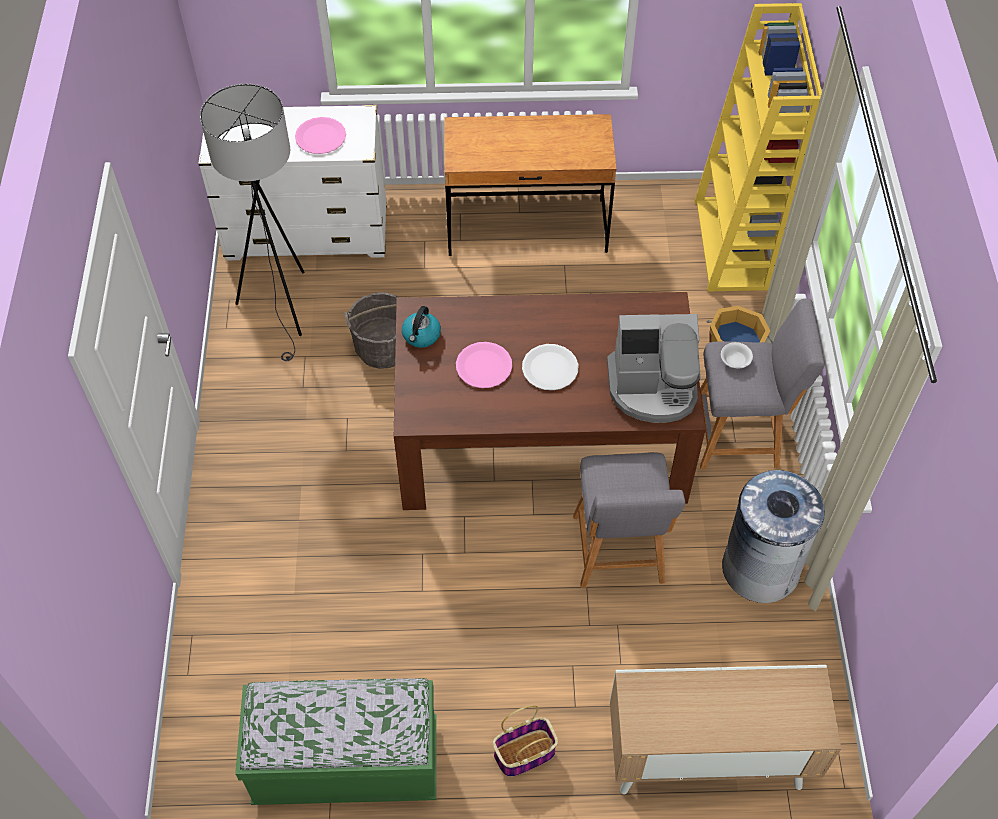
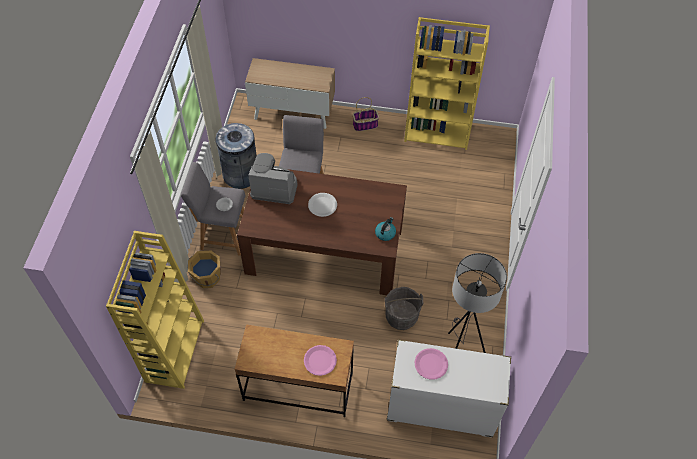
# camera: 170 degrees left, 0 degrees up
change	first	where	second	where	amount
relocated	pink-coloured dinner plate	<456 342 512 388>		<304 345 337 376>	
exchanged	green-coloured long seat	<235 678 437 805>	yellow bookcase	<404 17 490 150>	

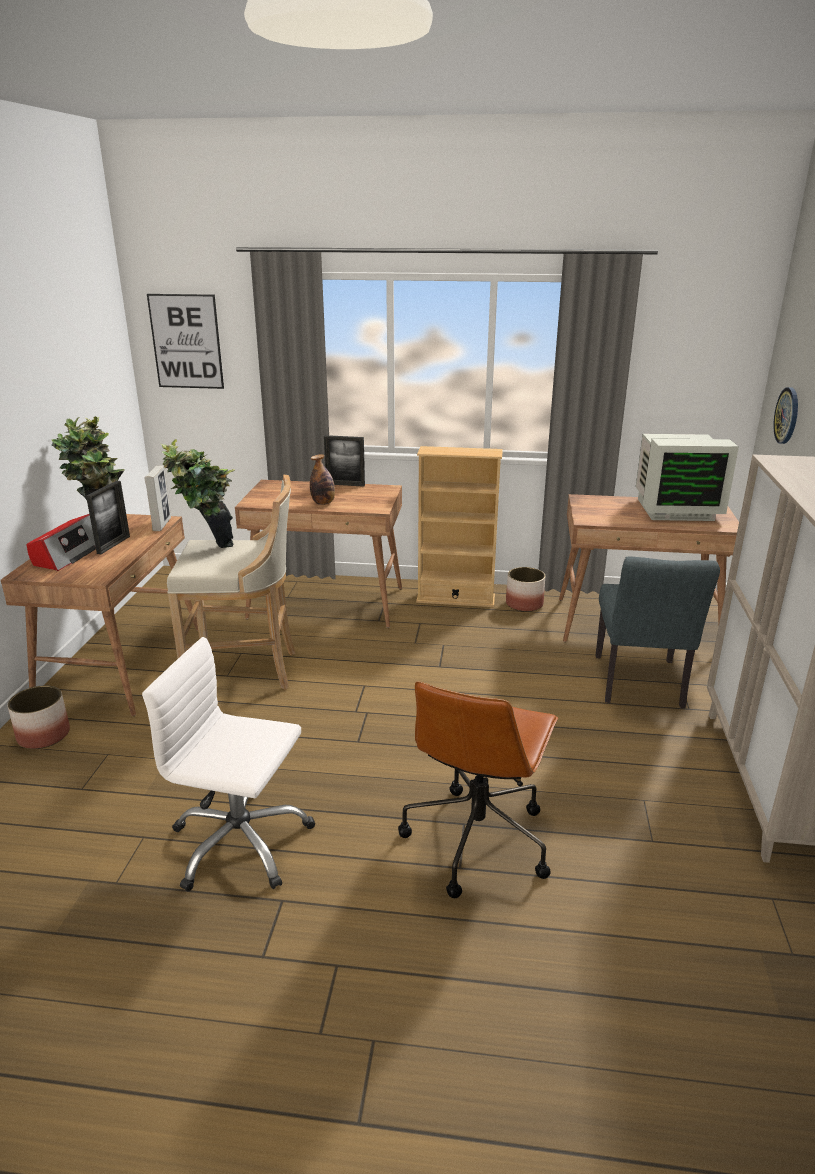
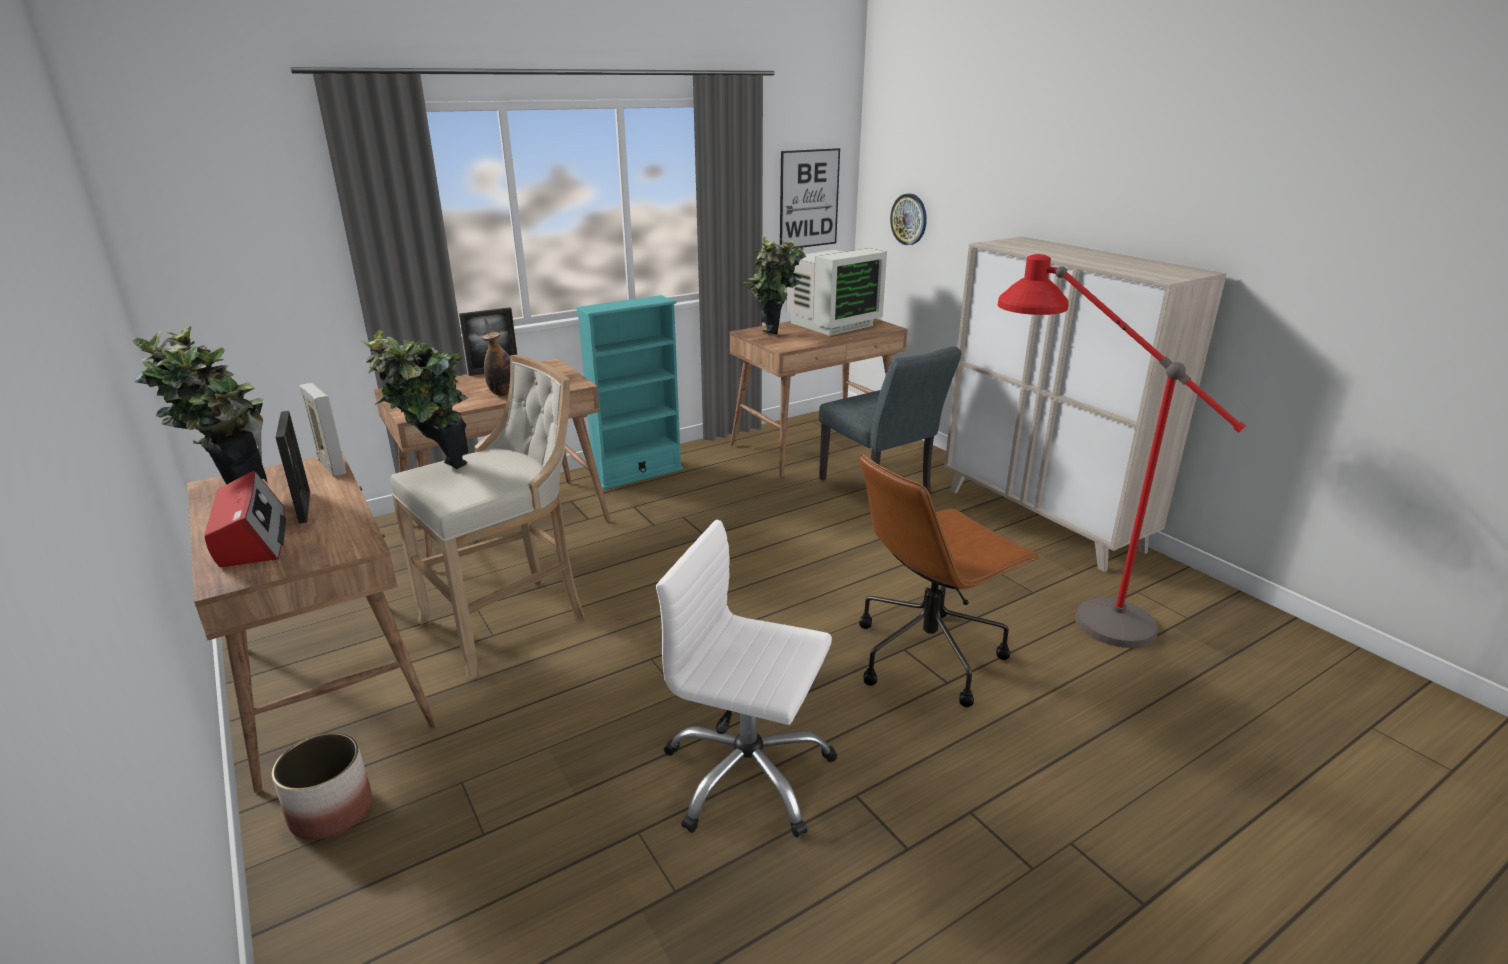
# camera: 40 degrees left, 0 degrees up
change	first	where	second	where	amount
missing	flower pot	<506 567 545 612>			
appeared			plant in a pot	<744 237 806 334>	
appeared			reddish floor lamp	<998 254 1246 648>	
relocated	picture	<147 294 224 389>		<780 148 840 249>	
colour	sand-coloured bookcase	<416 446 503 607>	blue-green bookcase	<576 295 683 490>	
spun	white-coloured computer chair	<142 637 315 891>		<656 519 837 837>	45 degrees clockwise
spun	brownish computer chair	<398 681 558 898>		<859 454 1041 707>	75 degrees clockwise

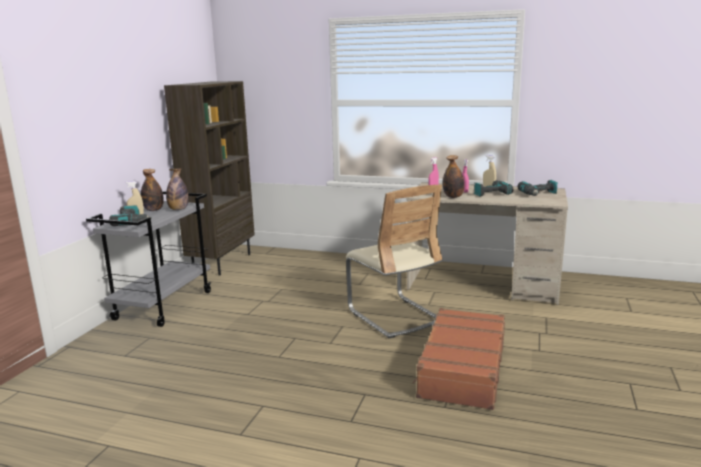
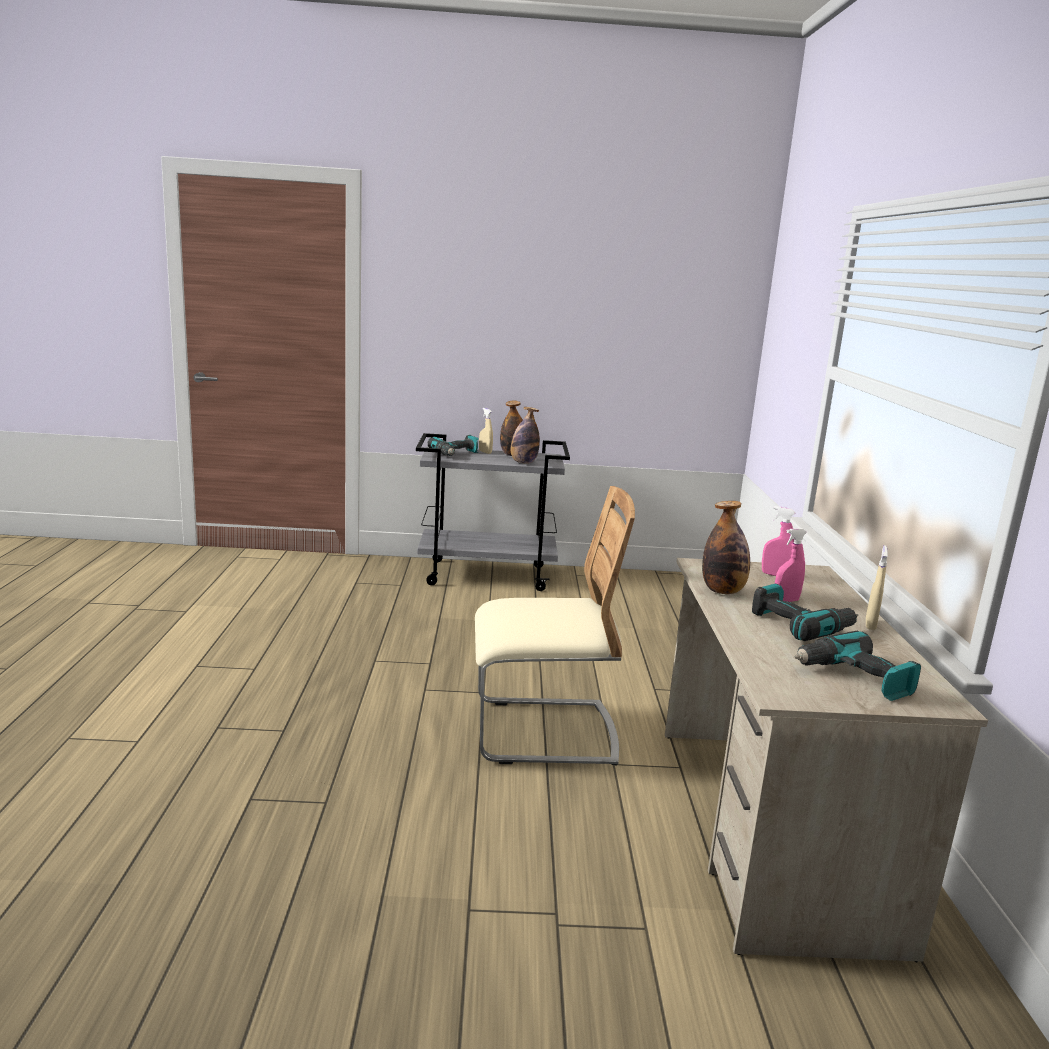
# camera: 70 degrees right, 0 degrees up
change	first	where	second	where	amount
missing	brownish bookcase	<164 81 255 276>			
missing	brownish piece of luggage	<412 308 505 410>			
spun	sand-coloured plain chair	<346 185 442 339>		<475 486 635 766>	135 degrees counterclockwise

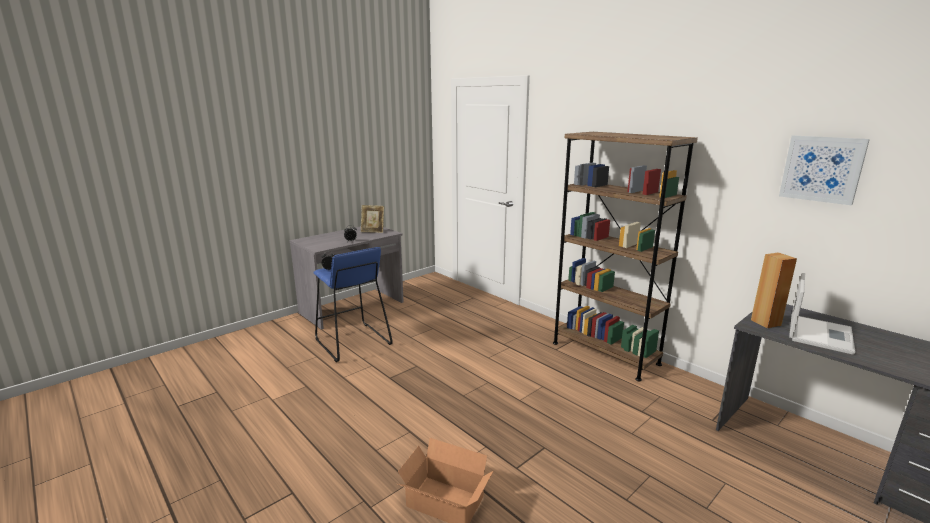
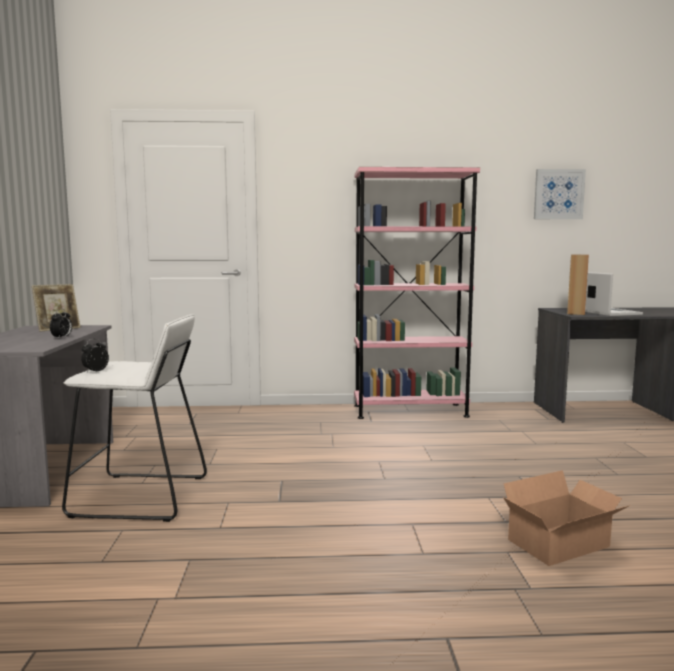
# camera: 50 degrees left, 10 degrees down
change	first	where	second	where	amount
colour	bluish sitting stool	<313 247 393 362>	white-coloured sitting stool	<62 314 207 522>	
colour	brownish bookcase	<553 132 698 382>	pink-coloured bookcase	<354 167 480 419>	

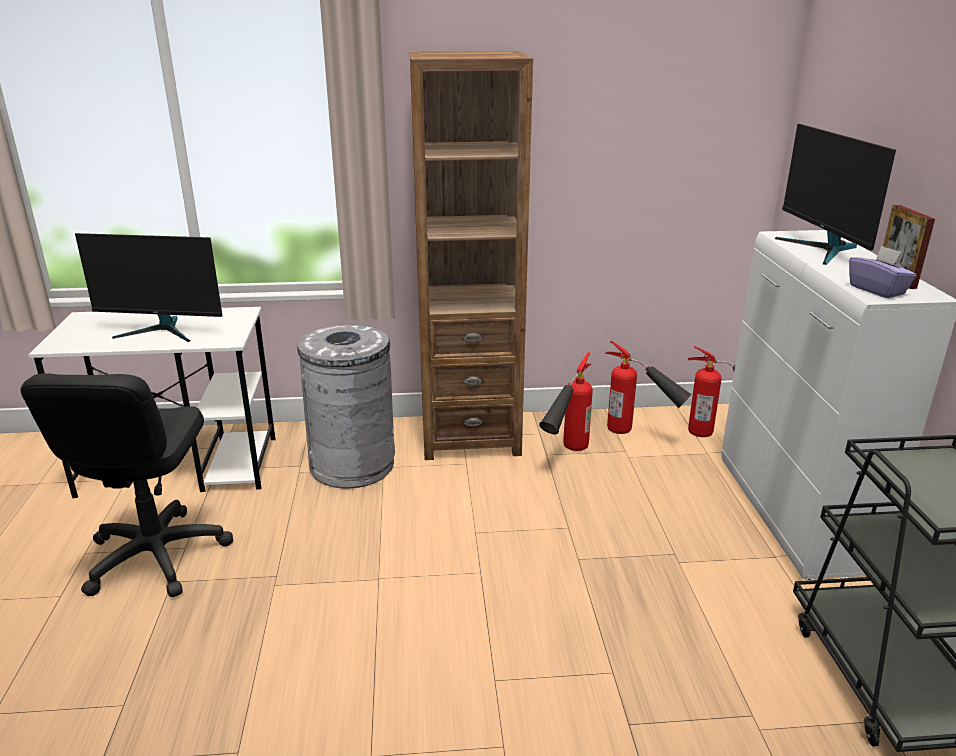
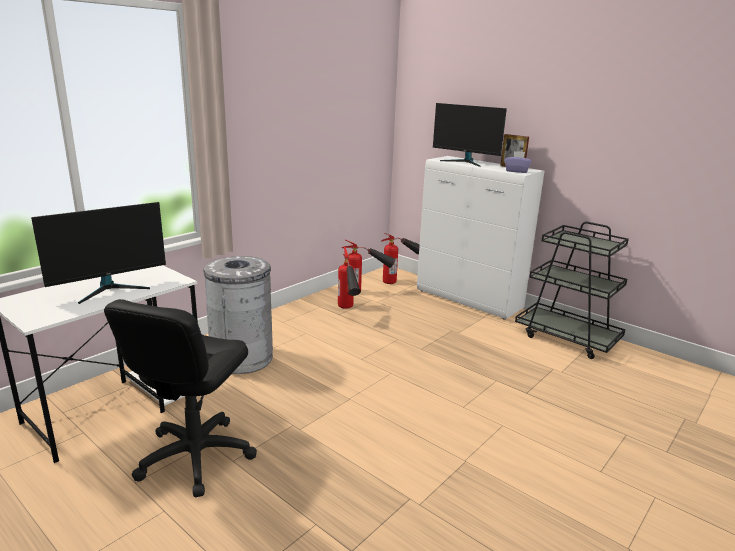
# camera: 45 degrees left, 5 degrees down
change	first	where	second	where	amount
missing	brownish bookcase	<410 51 533 460>			
spun	black-coloured computer chair	<20 373 233 597>		<104 299 257 497>	60 degrees clockwise

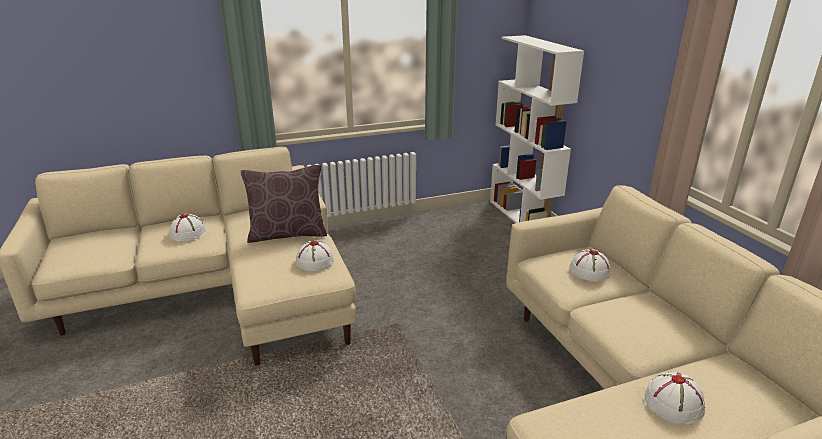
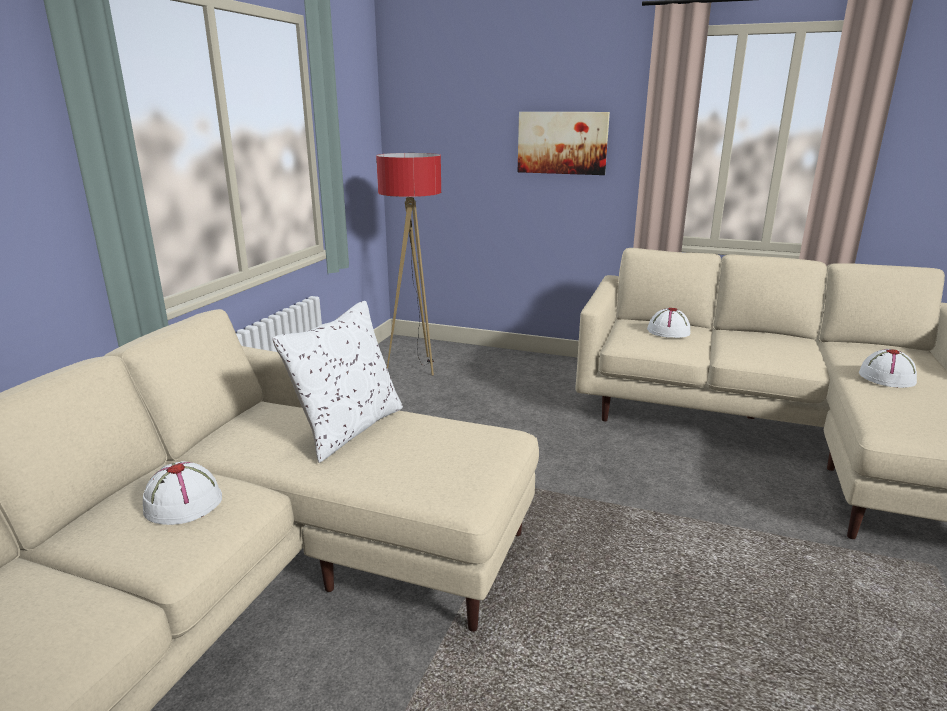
# camera: 50 degrees left, 5 degrees down
change	first	where	second	where	amount
missing	white-coloured wearable hat	<296 240 334 271>			
missing	white-coloured bookcase	<490 35 584 223>			
appeared			floor lamp	<376 153 441 376>	
appeared			picture	<518 112 610 175>	
colour	brownish pillow	<241 165 327 243>	white-coloured pillow	<272 301 403 463>	

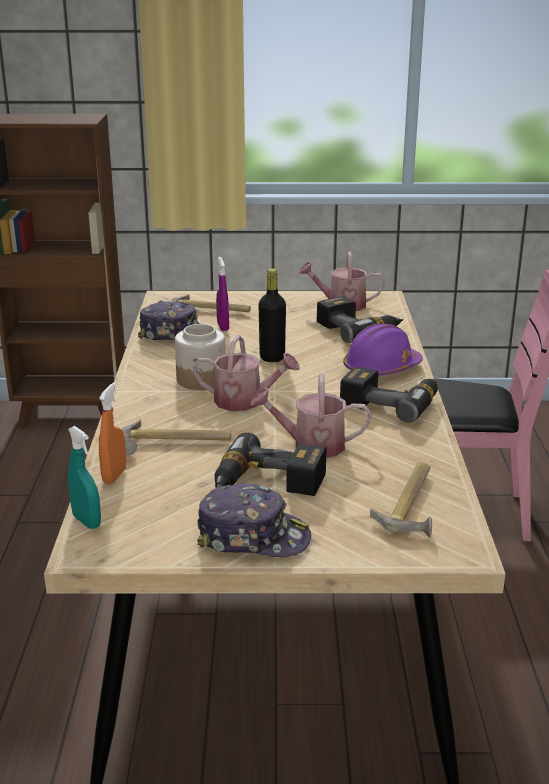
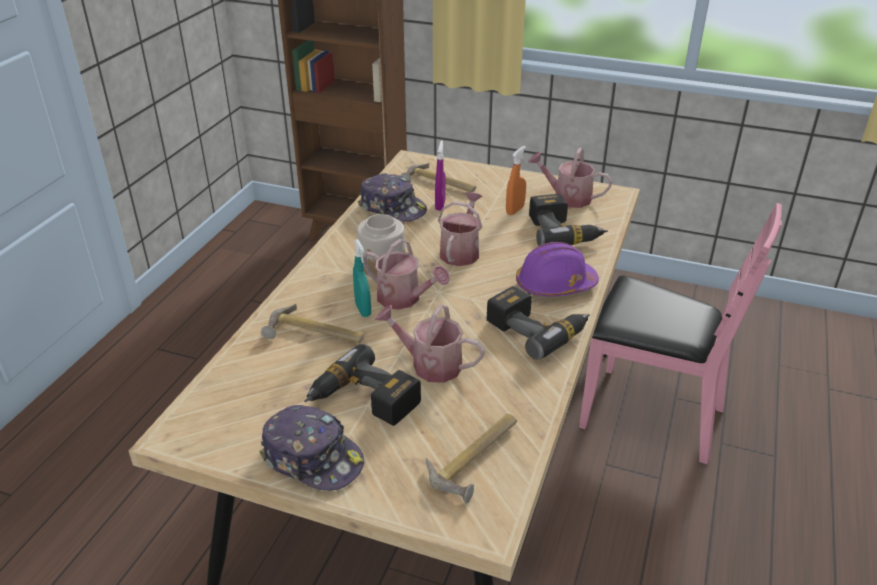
# camera: 20 degrees right, 10 degrees up
change	first	where	second	where	amount
relocated	blue-green sprayer	<68 426 101 529>		<353 239 371 317>	
relocated	orange-coloured sprayer	<99 382 126 484>		<506 146 526 215>	
exchanged	black-coloured drink bottle	<259 268 286 362>	sprinkling can	<438 192 483 266>	

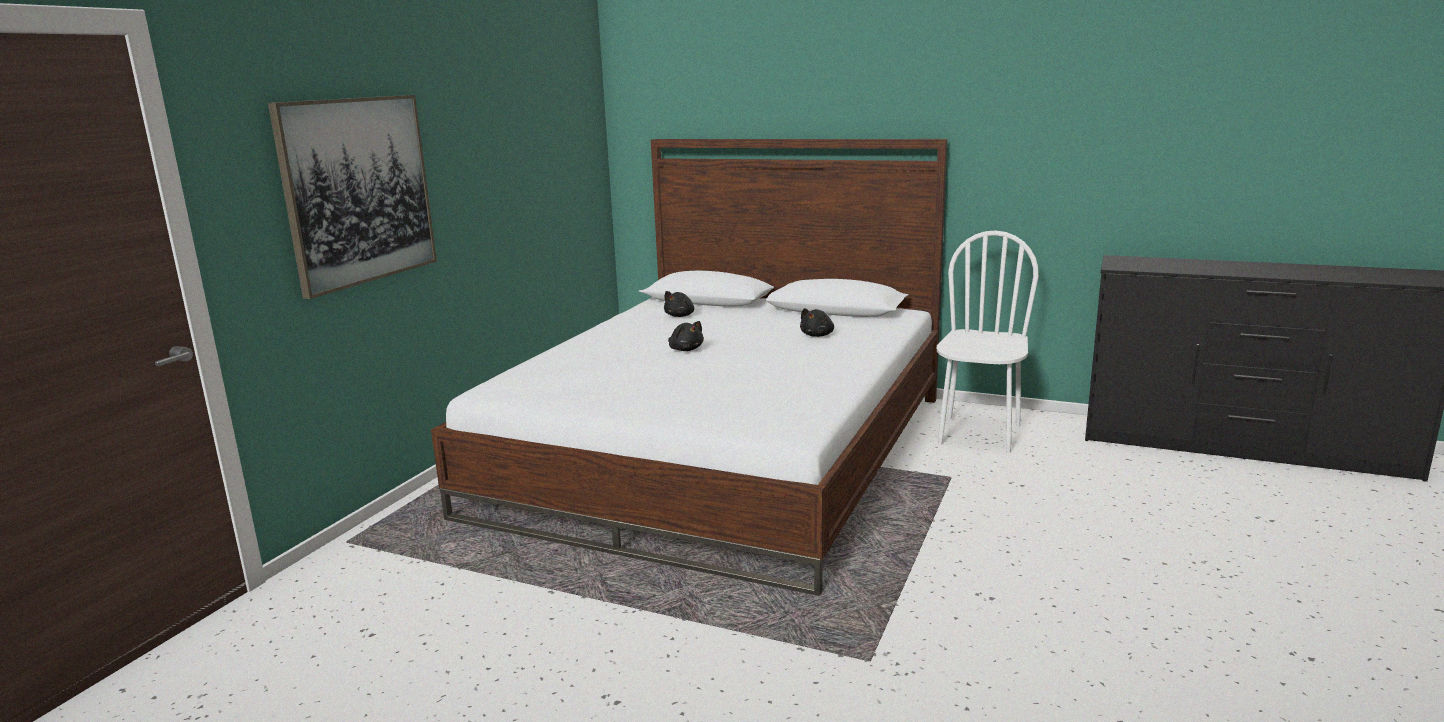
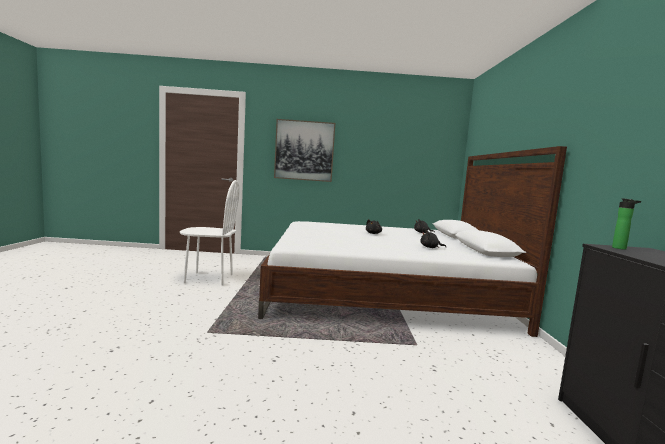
# camera: 65 degrees right, 10 degrees down
change	first	where	second	where	amount
appeared			drink bottle	<612 198 641 250>	
relocated	white-coloured plain chair	<936 231 1039 453>		<180 180 240 286>	

